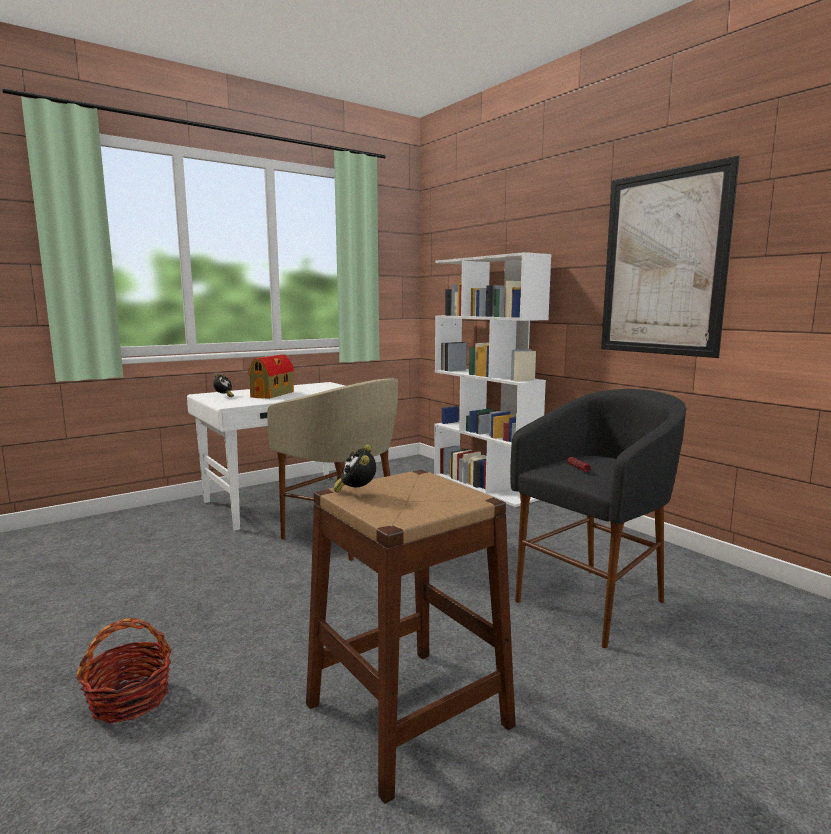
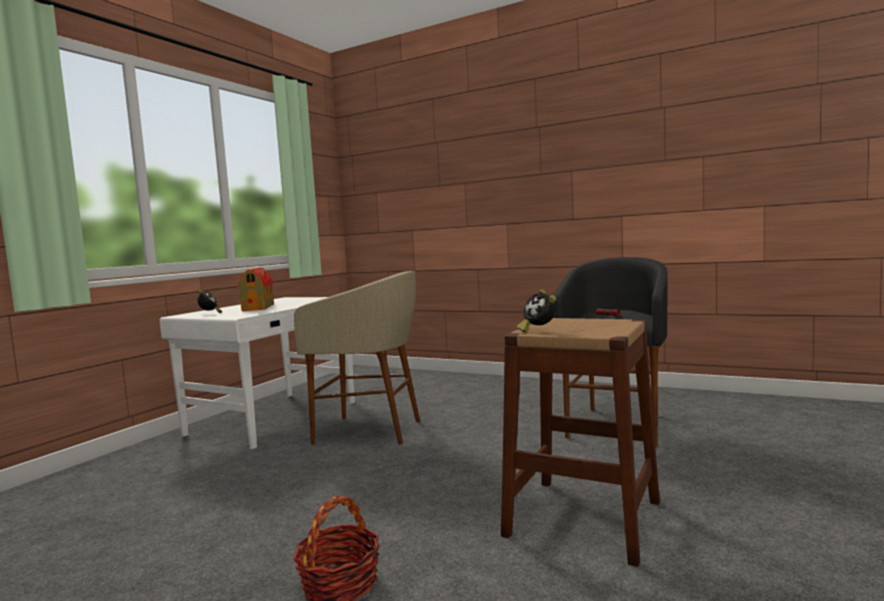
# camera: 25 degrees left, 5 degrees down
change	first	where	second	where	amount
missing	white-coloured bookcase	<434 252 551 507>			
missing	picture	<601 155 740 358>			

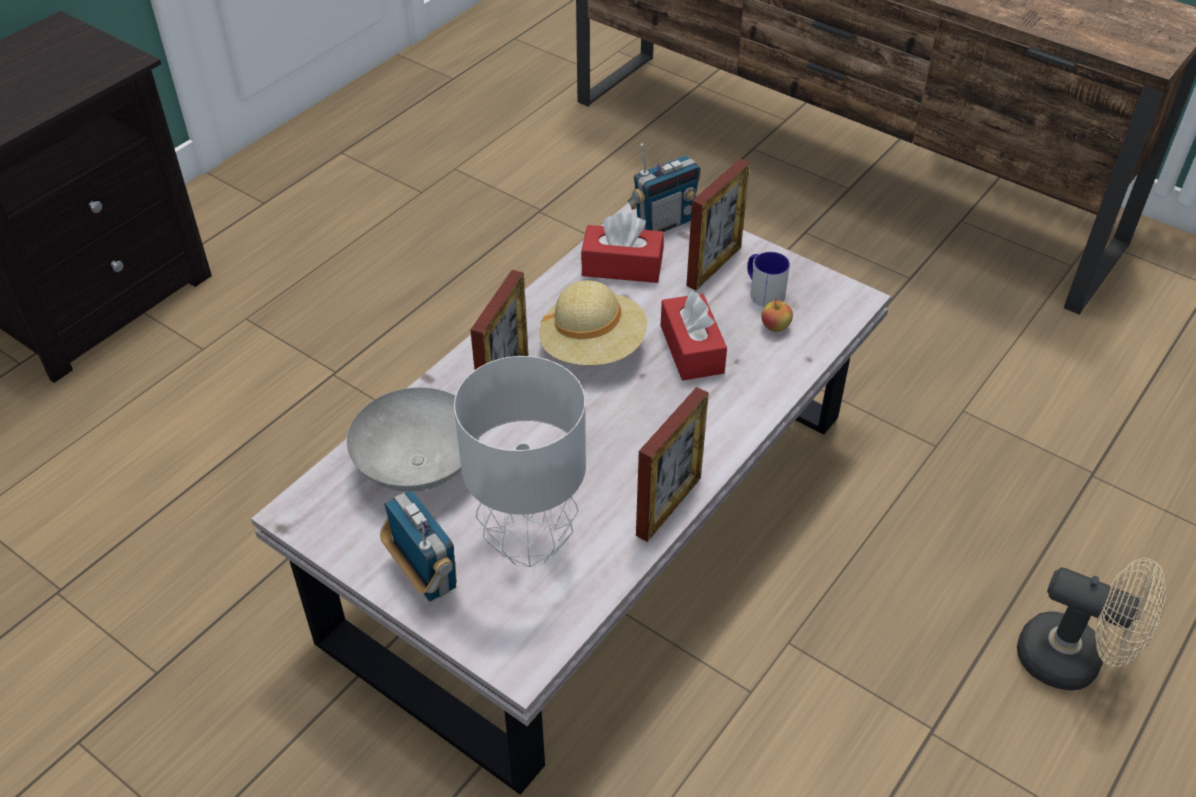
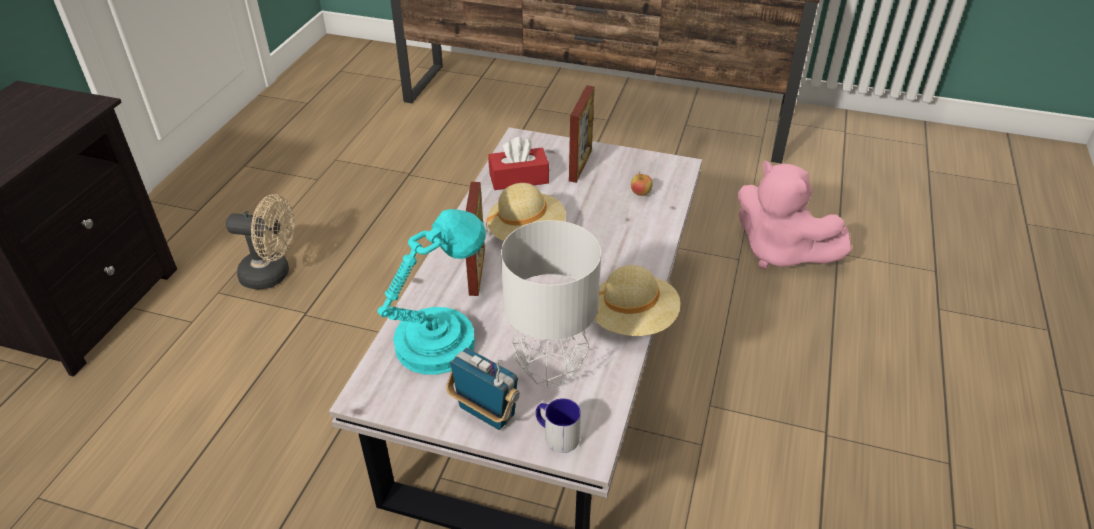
# camera: 20 degrees left, 5 degrees down
change	first	where	second	where	amount
missing	radio set	<628 143 701 232>			
missing	reddish box of tissues	<660 291 727 380>			
appeared			pink-coloured plush toy	<738 160 852 269>	
relocated	mug	<747 252 790 307>		<536 398 581 453>	
relocated	sand-coloured electric fan	<1017 558 1166 691>		<226 194 294 289>	
exchanged	grey serving bowl	<347 387 479 492>	blue-green table lamp	<377 209 486 375>	
exchanged	standing frame	<636 387 709 542>	sand-coloured wearable hat	<594 265 680 336>	

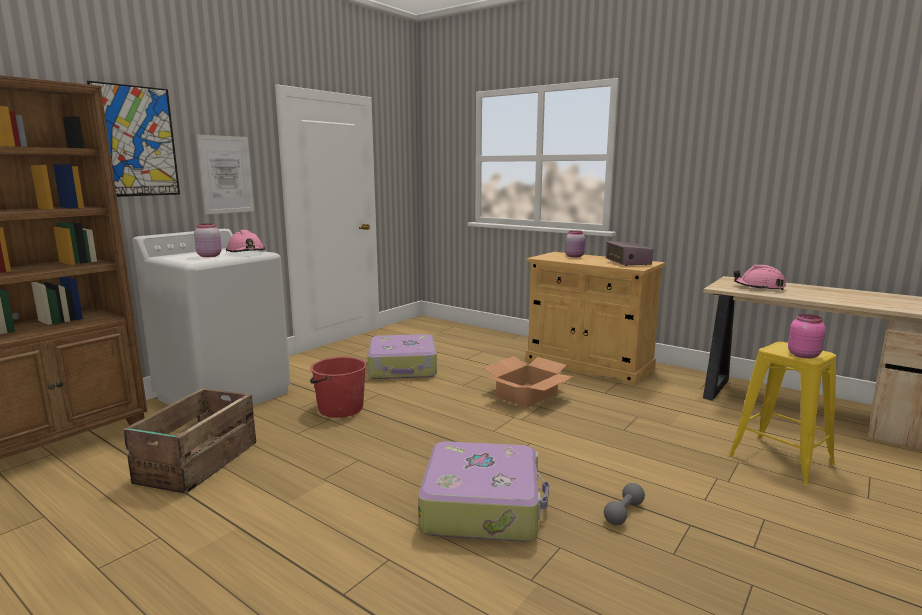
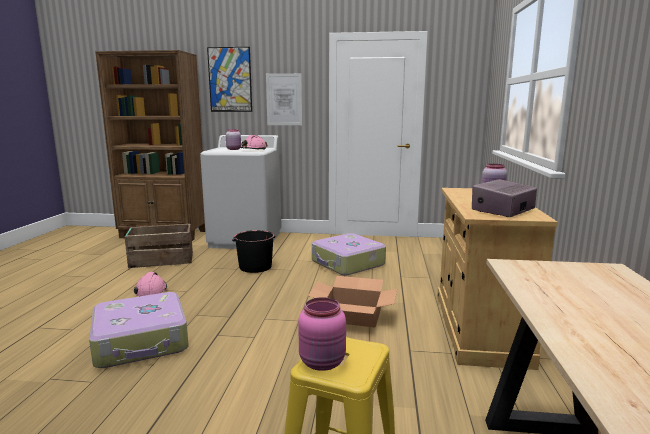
# camera: 60 degrees right, 0 degrees up
change	first	where	second	where	amount
missing	grey hand weight	<604 483 645 525>			
relocated	pink-coloured work helmet	<734 265 786 291>		<133 272 167 296>	
colour	reddish pail	<310 357 367 418>	black-coloured pail	<232 230 275 273>	

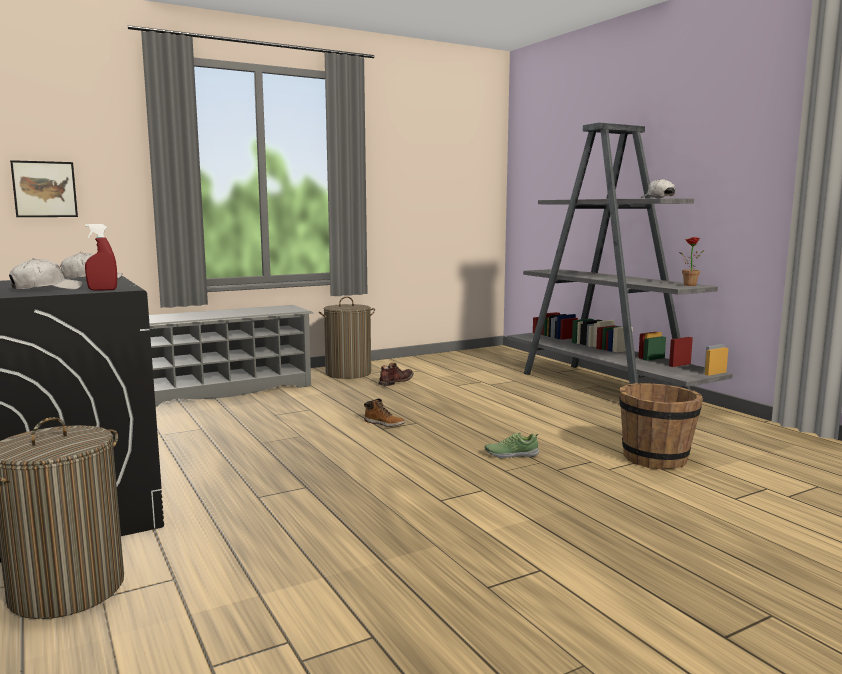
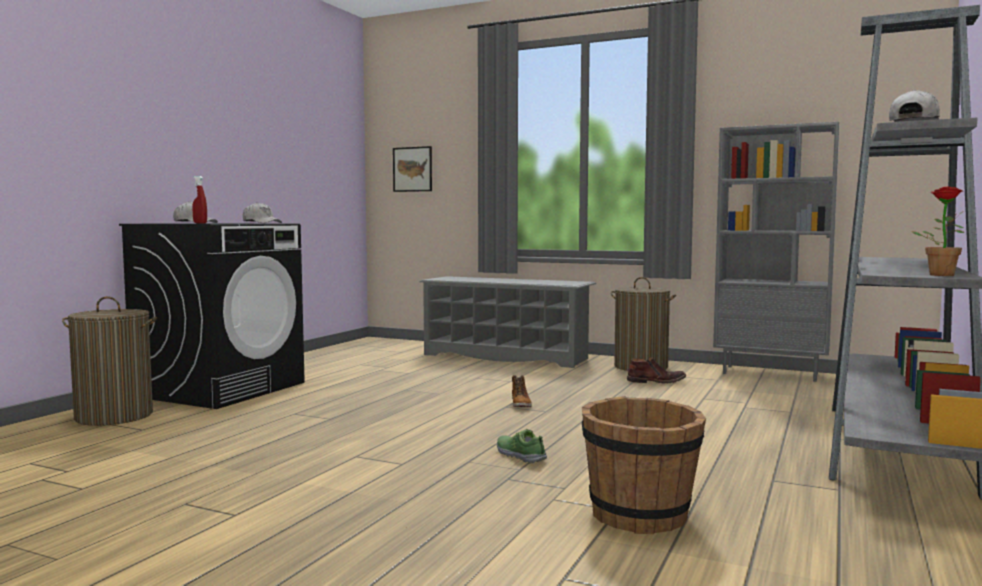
# camera: 55 degrees right, 5 degrees down
change	first	where	second	where	amount
appeared			grey bookcase	<713 122 839 382>	

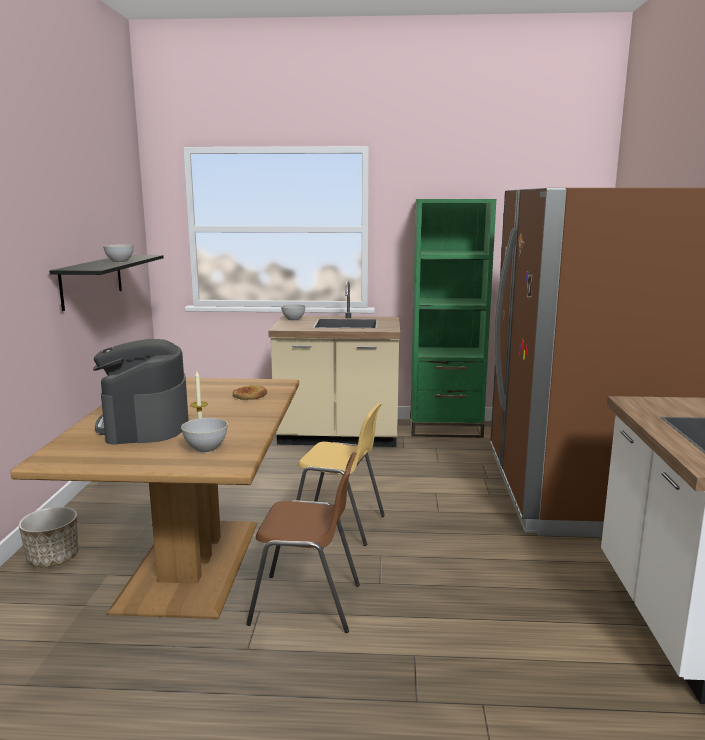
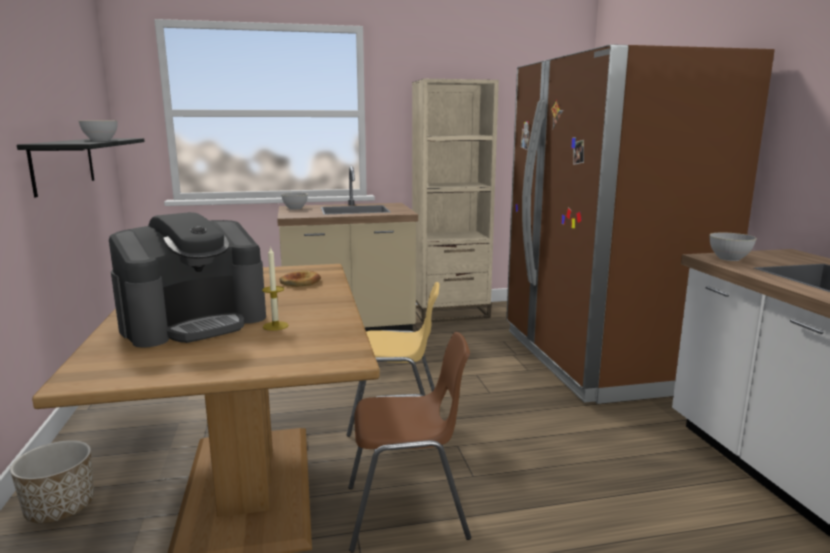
# camera: 15 degrees left, 0 degrees up
change	first	where	second	where	amount
relocated	grey serving bowl	<181 418 228 453>		<709 232 757 261>	
colour	green-coloured bookcase	<410 199 496 438>	sand-coloured bookcase	<412 79 499 323>	
spun	coffee brewer	<93 339 189 445>		<109 212 266 348>	105 degrees counterclockwise

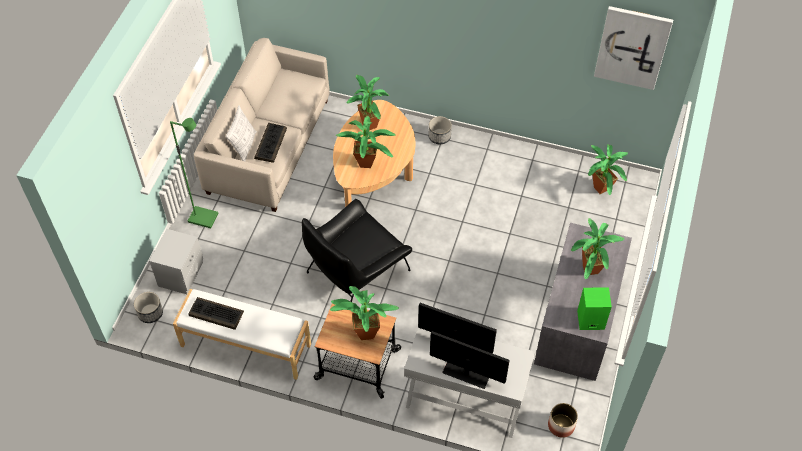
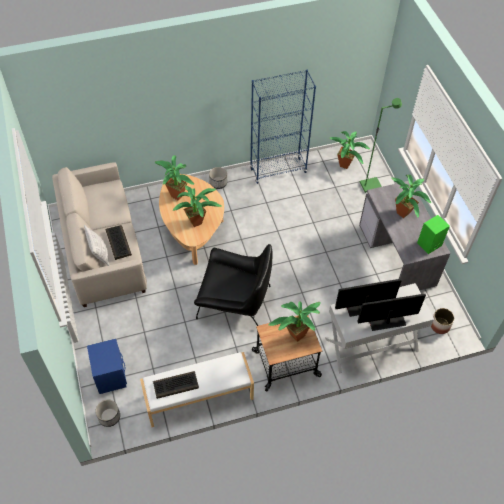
# camera: 35 degrees left, 0 degrees up
change	first	where	second	where	amount
missing	picture	<594 6 673 90>			
appeared			bluish bookcase	<250 69 316 184>	
relocated	green-coloured floor lamp	<170 118 219 228>		<360 98 402 193>	
colour	grey night table	<149 229 203 294>	bluish night table	<87 339 127 394>	
spun	black-coloured armchair	<302 199 412 302>		<194 244 273 326>	90 degrees counterclockwise

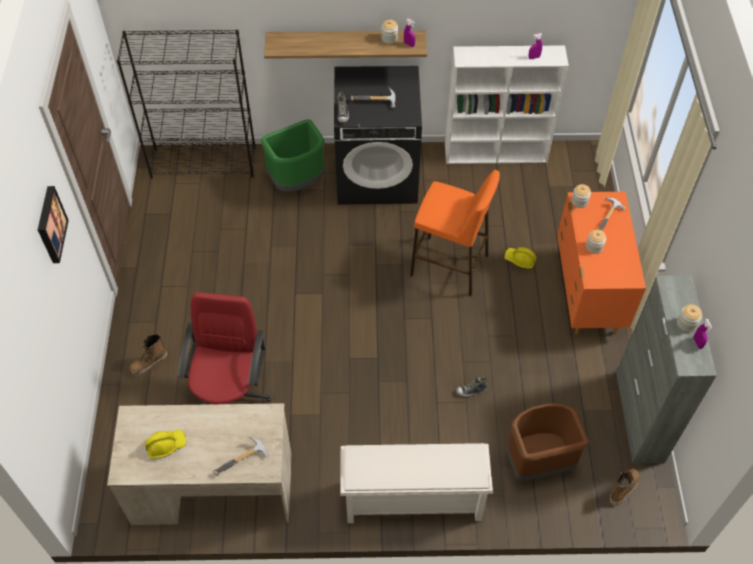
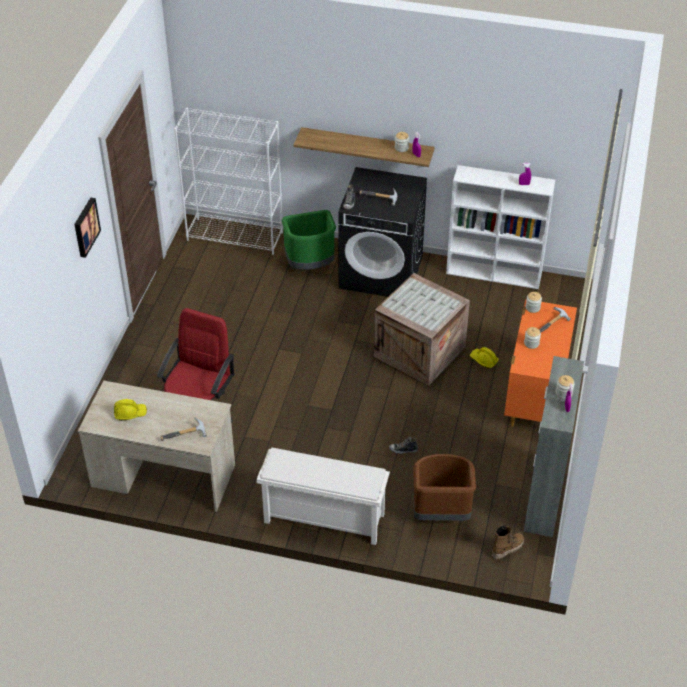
# camera: 15 degrees right, 10 degrees down
change	first	where	second	where	amount
missing	high-top boot	<130 333 167 375>			
exchanged	orange-coloured sitting stool	<410 170 500 296>	crate	<374 273 470 386>	
colour	black-coloured bookcase	<117 29 256 179>	white-coloured bookcase	<174 108 283 255>	

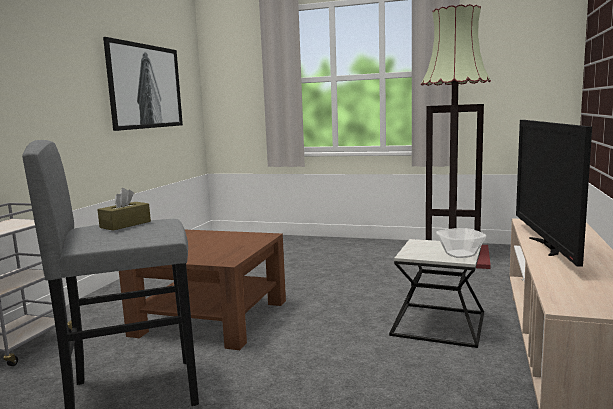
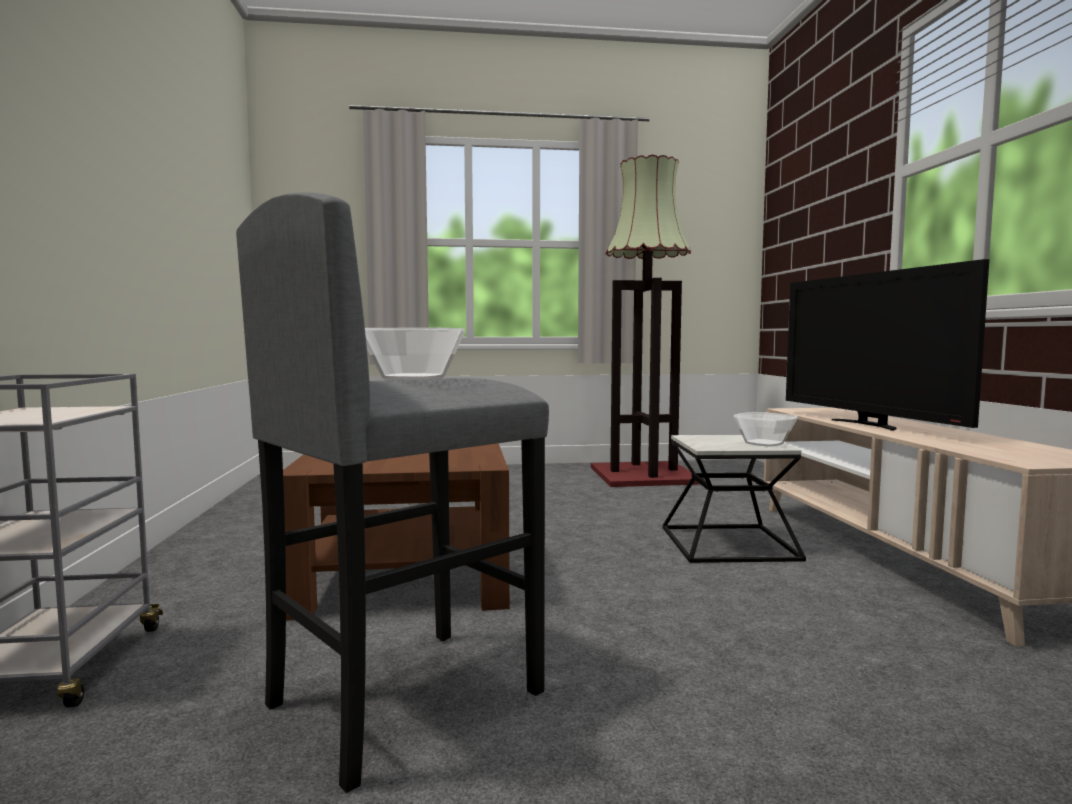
# camera: 25 degrees left, 5 degrees down
change	first	where	second	where	amount
missing	picture	<103 37 183 131>			
exchanged	brownish box of tissues	<97 188 151 231>	serving bowl	<365 327 465 380>	

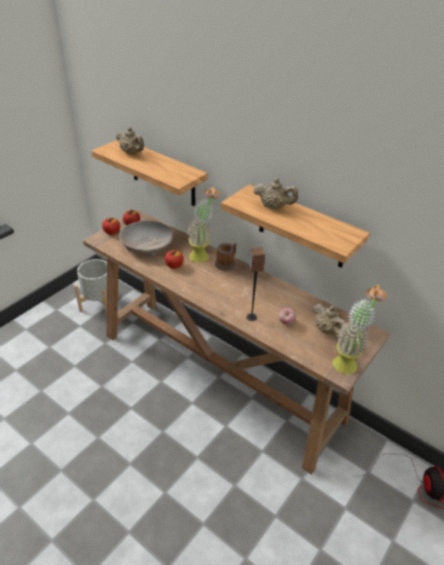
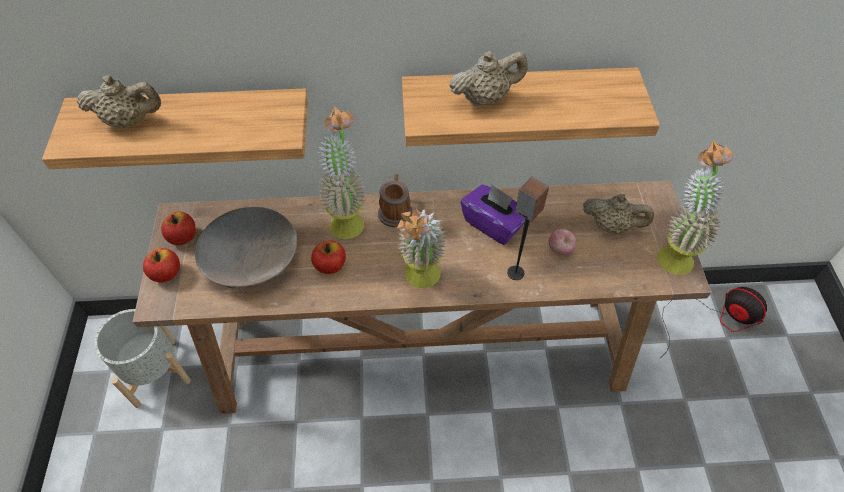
# camera: 40 degrees left, 15 degrees up
change	first	where	second	where	amount
appeared			plant in a pot	<397 208 447 288>	
appeared			purple box of tissues	<461 184 525 245>	

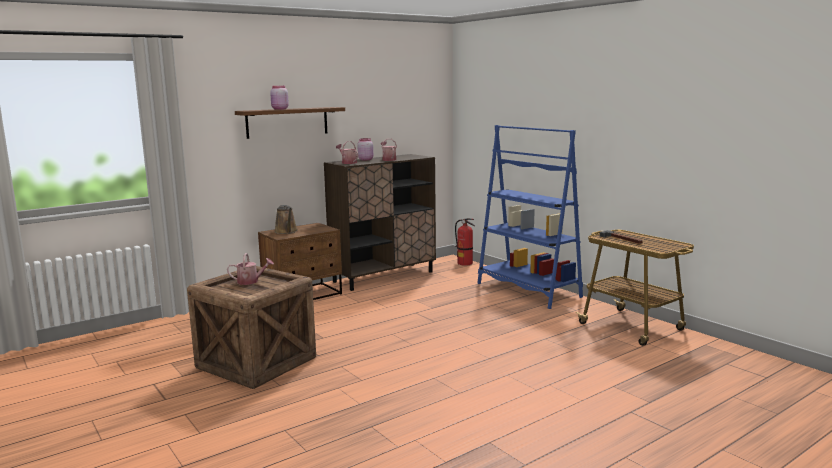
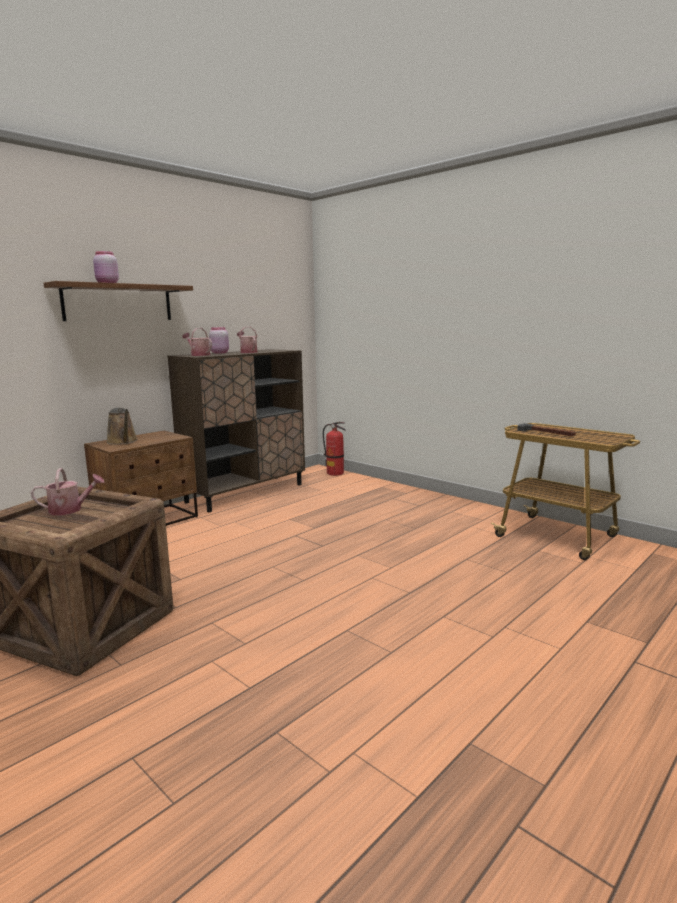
# camera: 10 degrees left, 0 degrees up
change	first	where	second	where	amount
missing	bluish bookcase	<477 125 583 309>			

